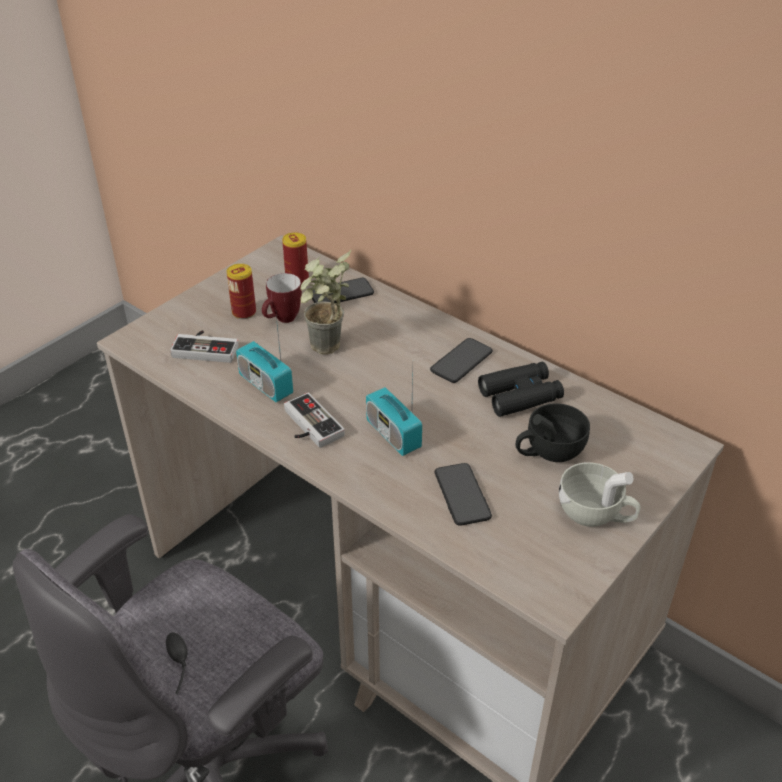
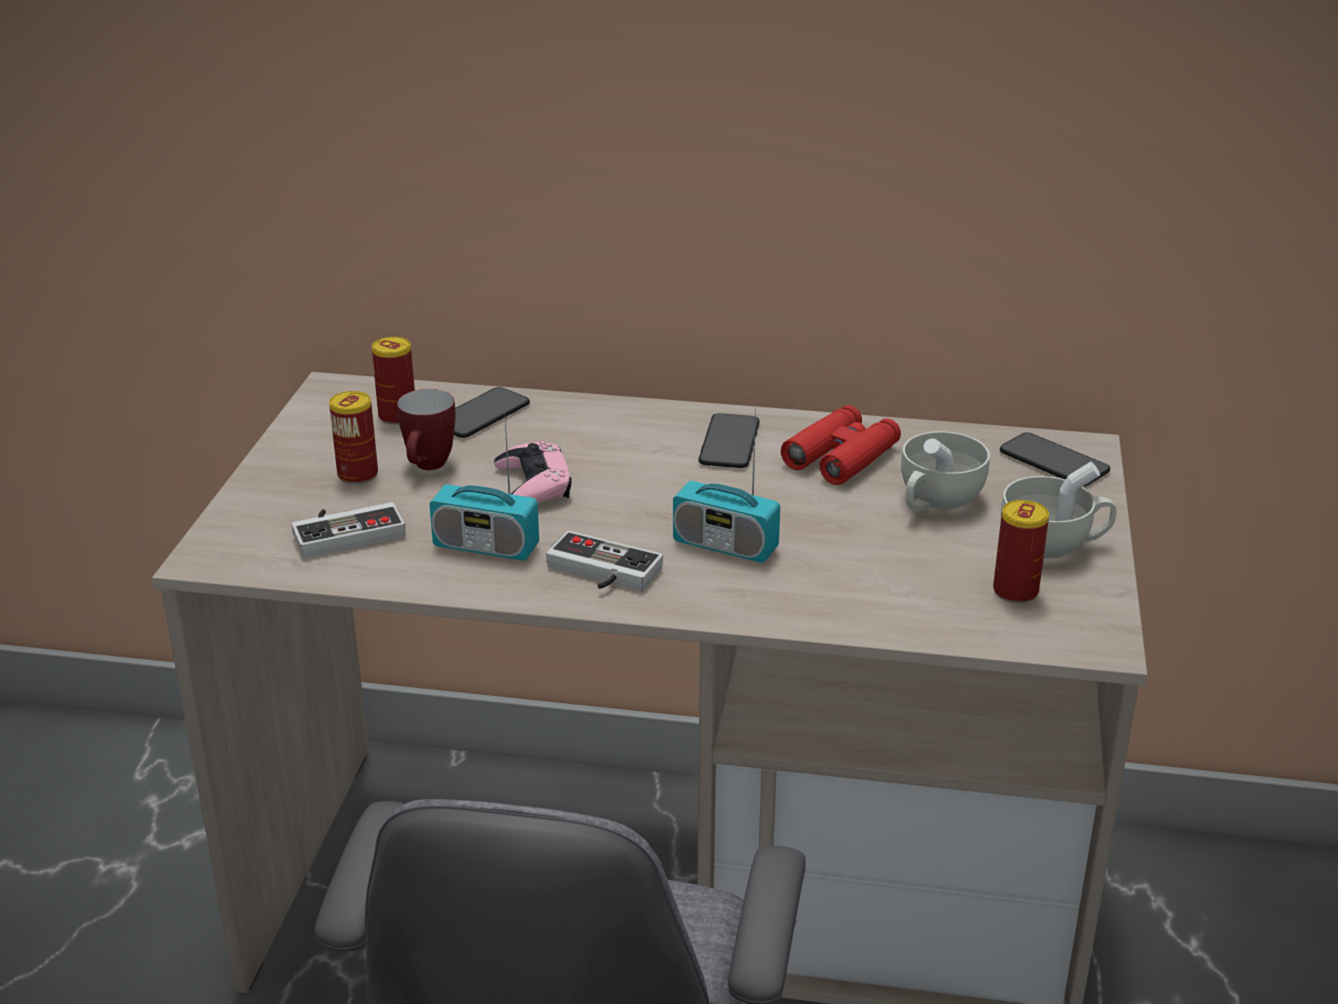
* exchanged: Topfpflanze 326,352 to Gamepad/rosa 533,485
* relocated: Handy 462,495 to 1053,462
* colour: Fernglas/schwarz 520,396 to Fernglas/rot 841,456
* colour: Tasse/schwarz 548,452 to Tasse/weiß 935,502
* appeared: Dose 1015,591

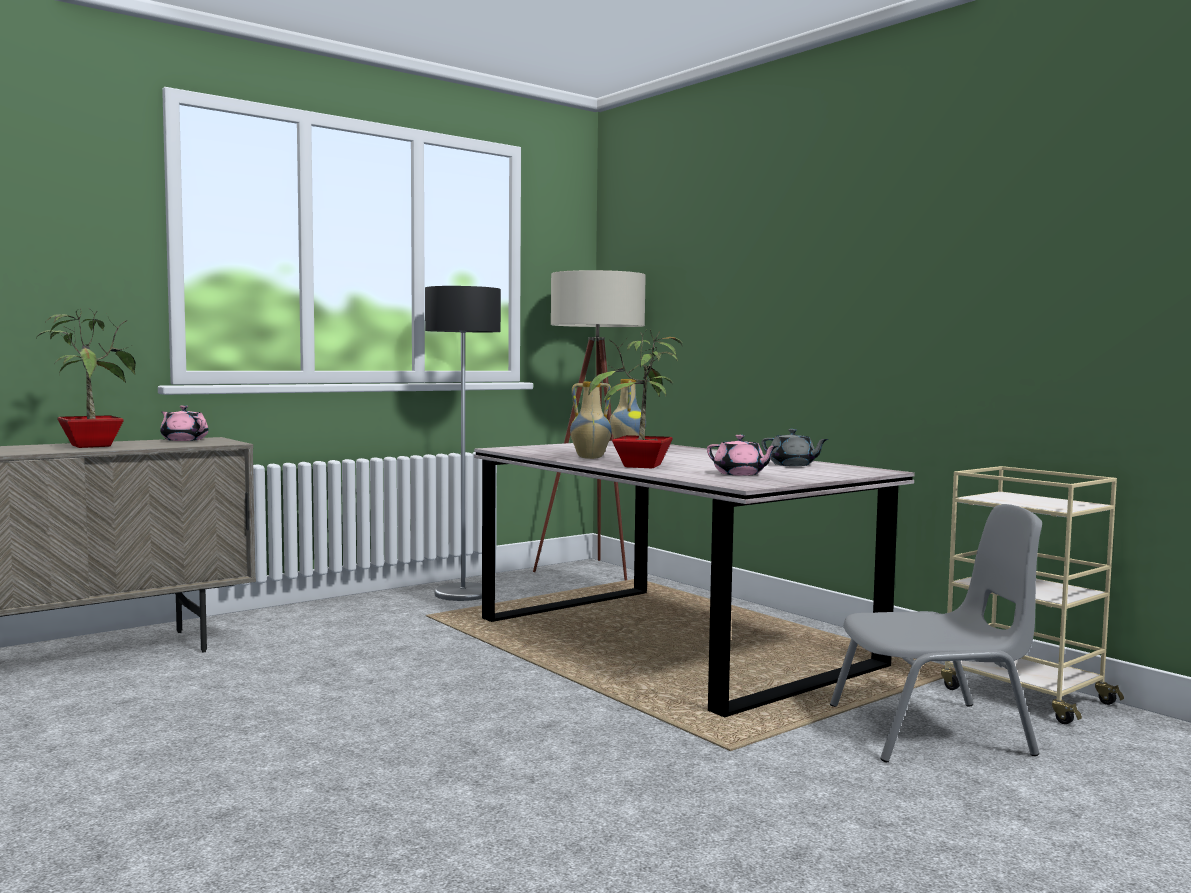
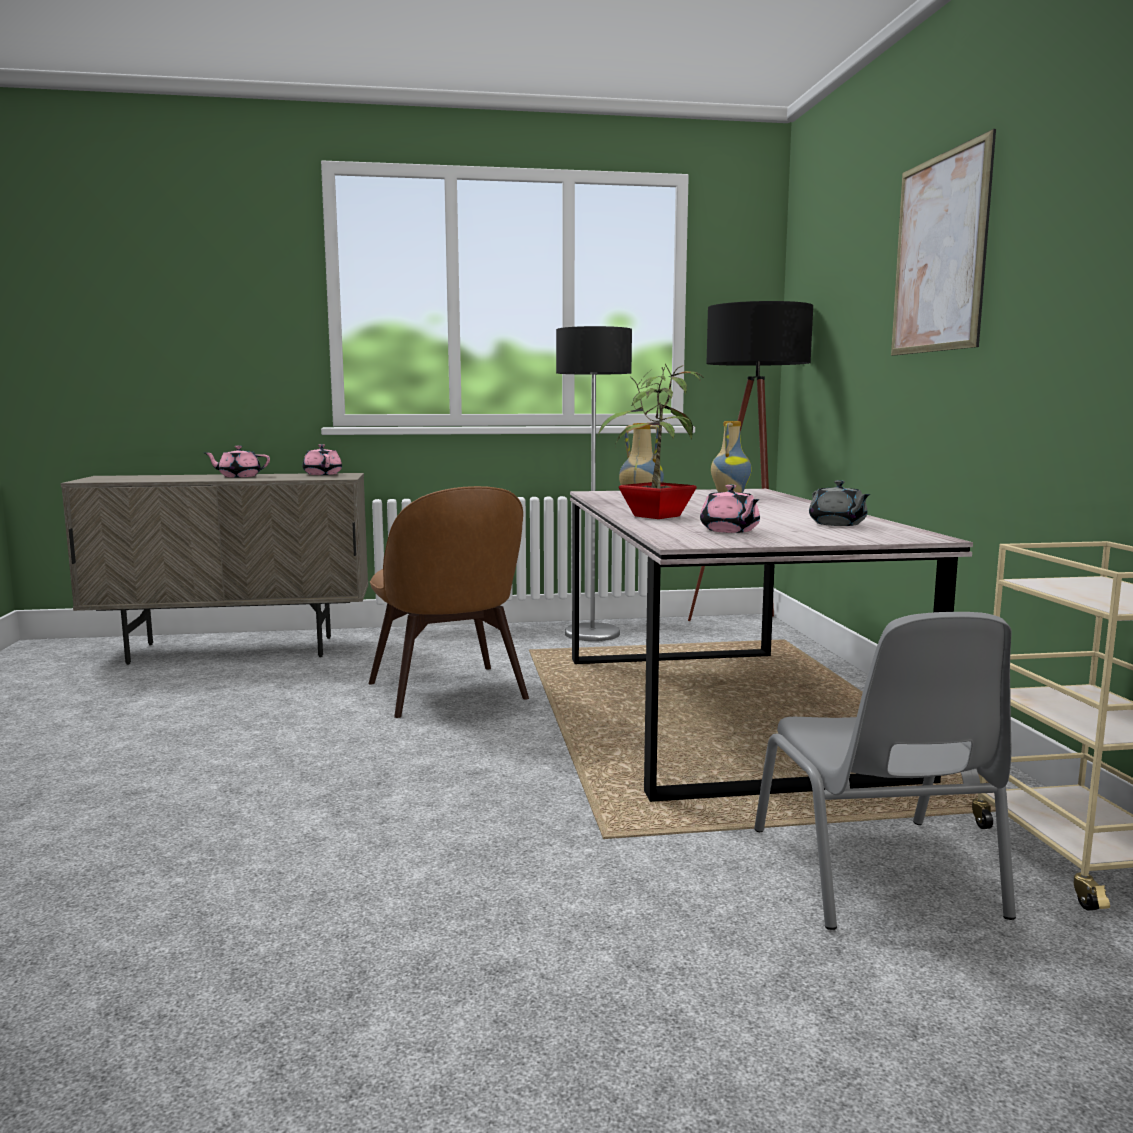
* exchanged: Topfpflanze 90,446 to Teekanne/rosa 239,476
* colour: Stehlampe/beige 593,573 to Stehlampe/schwarz 748,628
* spun: Stuhl/grau 933,731 = 876,873 60 degrees clockwise
* appeared: Stuhl/braun 448,693
* appeared: Bild 939,254

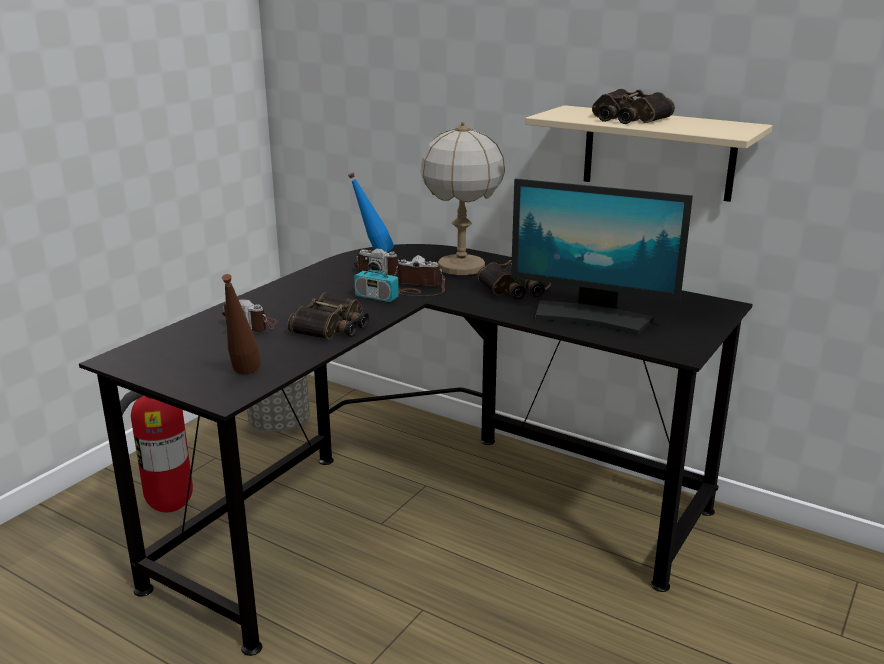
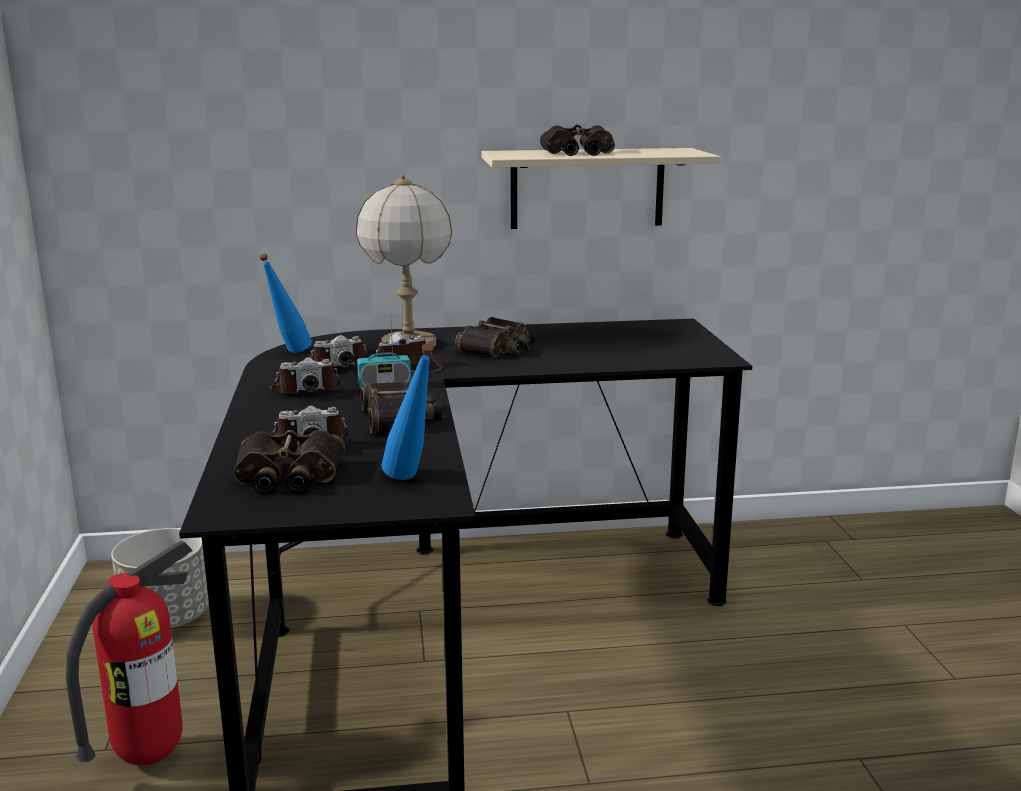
* colour: Flasche/braun 243,376 to Flasche/blau 412,480
* missing: Monitor 592,317
* appeared: Fernglas 287,476
* appeared: Kamera 305,389

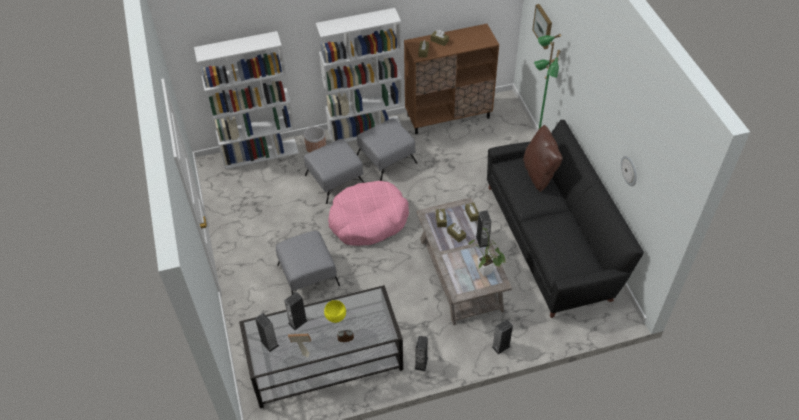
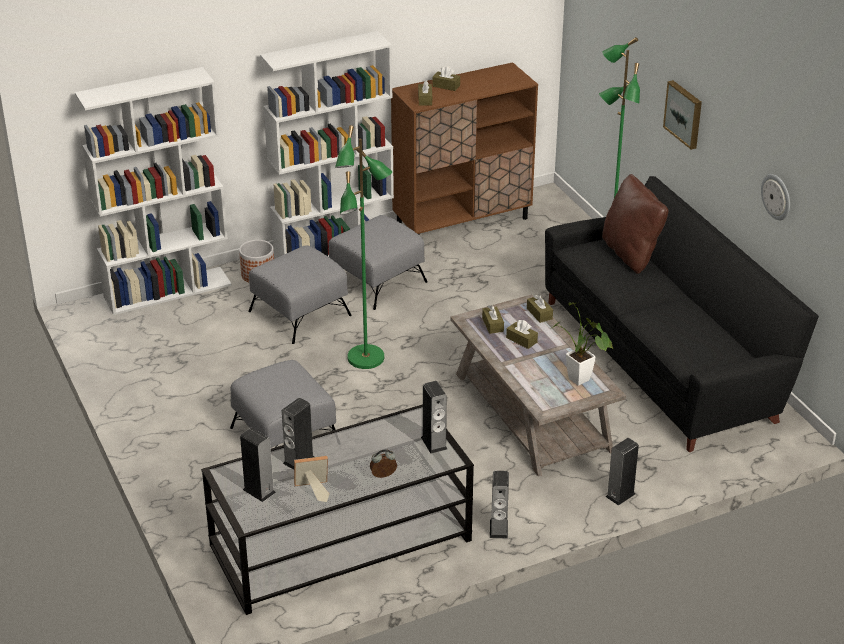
* missing: Schüssel/gelb 335,316
* exchanged: Hundebett/rosa 368,220 to Stehlampe/grün 366,358
* relocated: Lautsprecher 482,240 to 434,443
* relocated: Bild 543,26 to 684,114

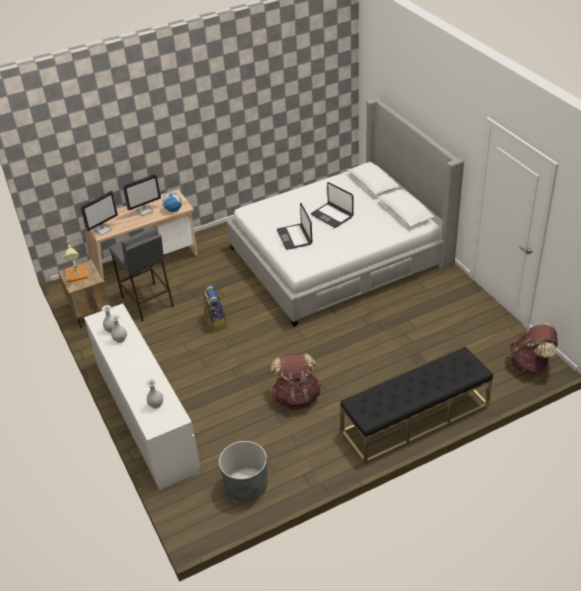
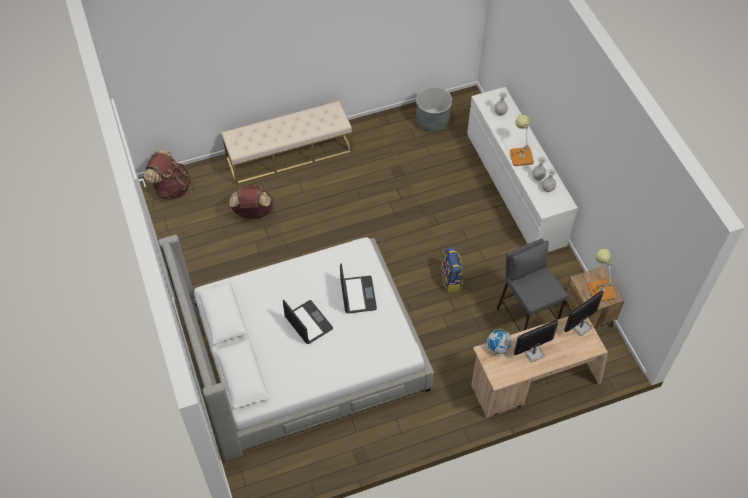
* relocated: Rucksack/braun 296,397 to 253,213
* colour: Bank/schwarz 415,418 to Bank/beige 289,154
* appeared: Tischlampe 520,154

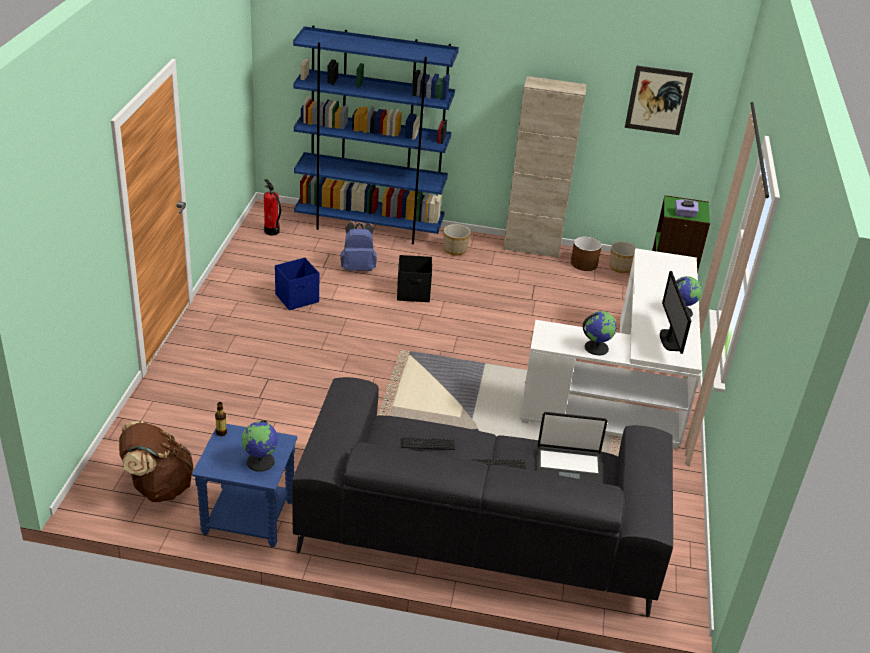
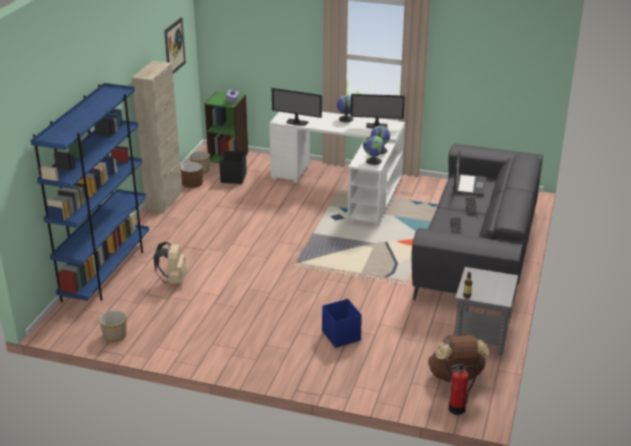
* colour: Beistelltisch/blau 247,518 to Beistelltisch/grau 482,336
* relocated: Globus 261,461 to 373,161
* relocated: Feuerlöscher 271,231 to 457,409
* relocated: Aufbewahrungsbox/blau 297,298 to 341,335
* colour: Rucksack/blau 358,268 to Rucksack/beige 173,280
* relocated: Aufbewahrungsbox/schwarz 414,293 to 234,178
* relocated: Pflanzkübel 455,249 to 114,335
* appeared: Monitor 296,123

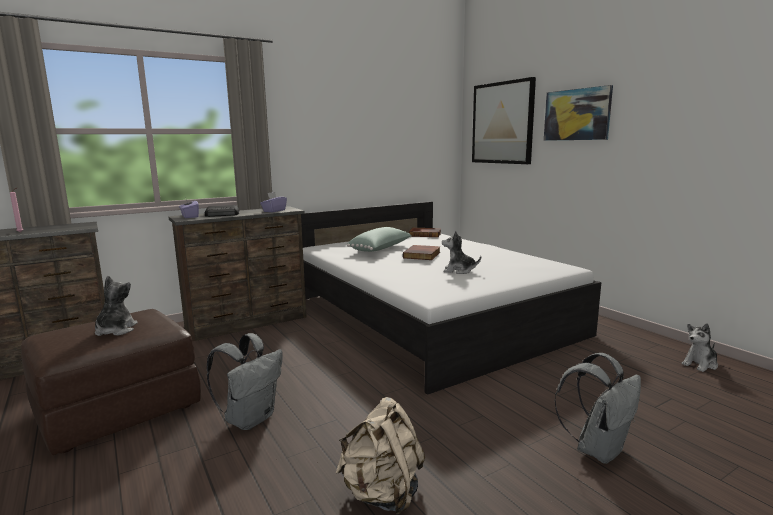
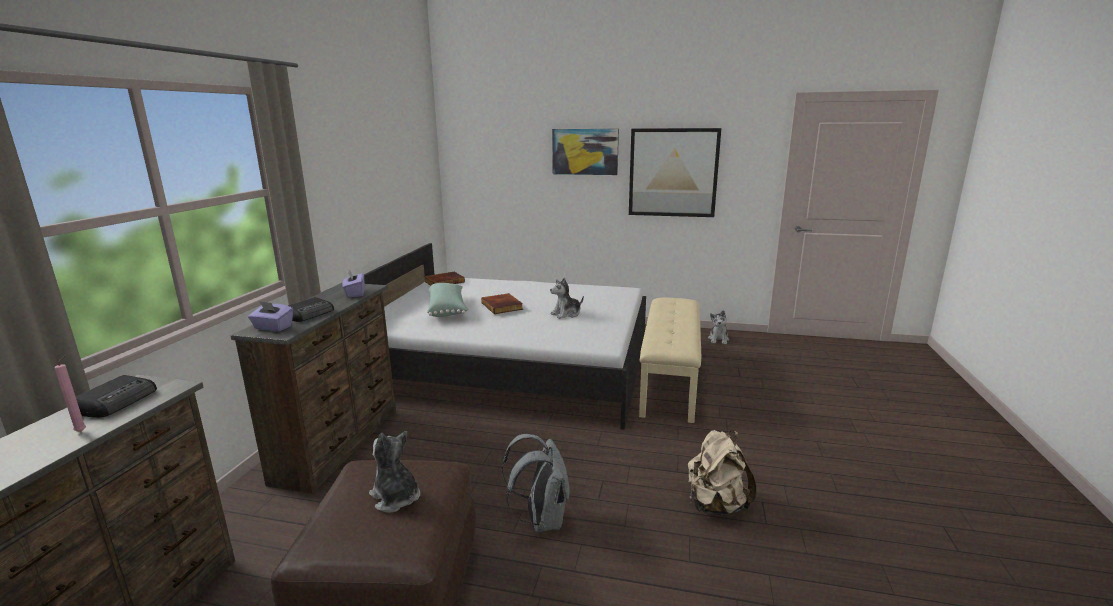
* relocated: Bild 502,123 to 673,172
* missing: Rucksack/grau 598,449
* appeared: Radio 118,401
* appeared: Bank/beige 668,380

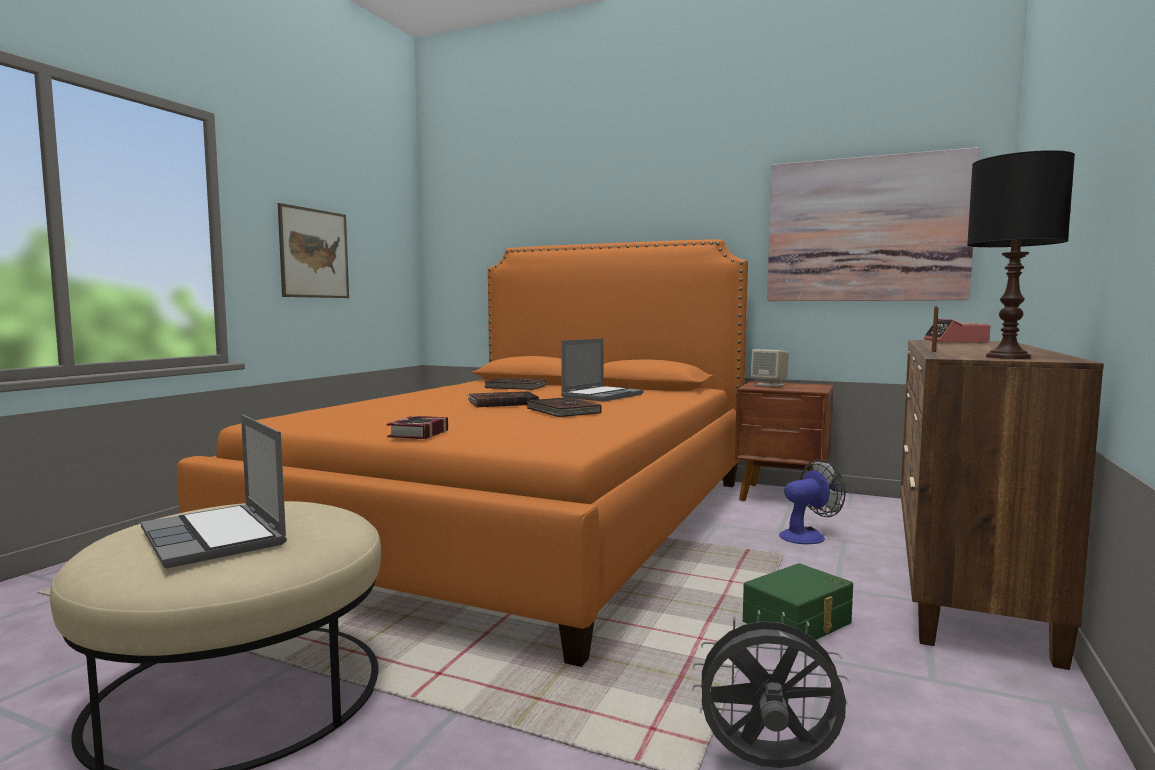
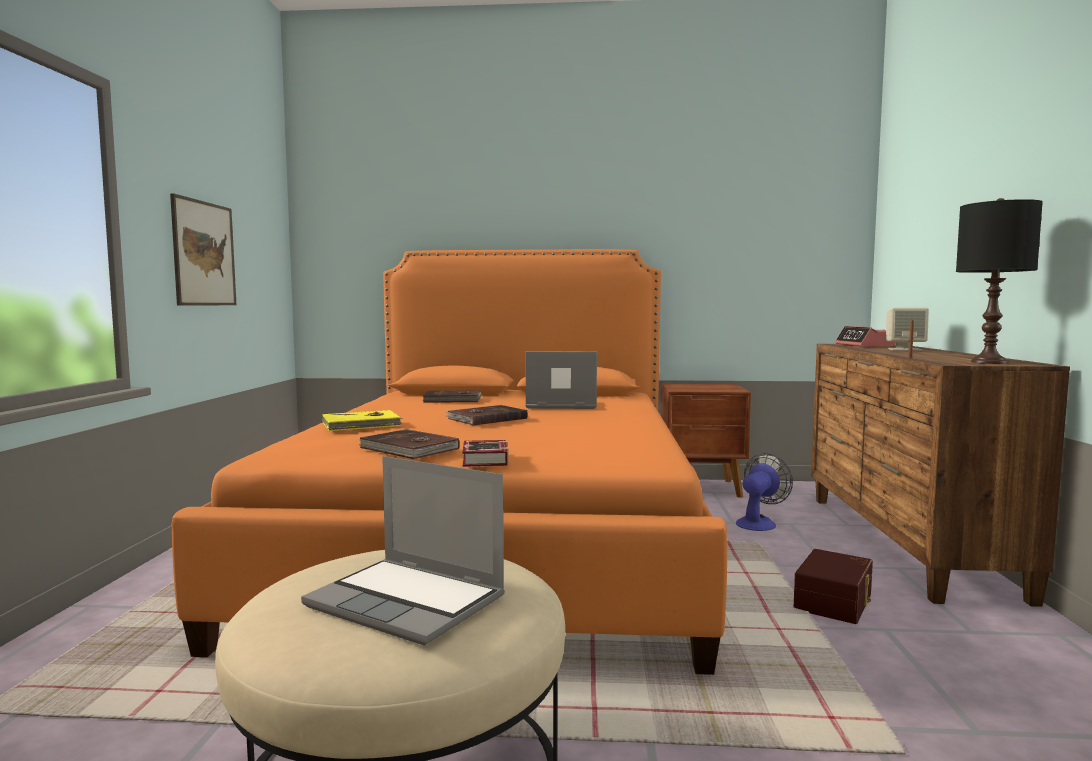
* relocated: Buch/braun 562,411 to 408,449
* spun: Laptop 602,395 = 560,405 105 degrees counterclockwise
* missing: Ventilator/grau 767,766
* colour: Aufbewahrungsbox/grün 799,623 to Aufbewahrungsbox/braun 835,602
* relocated: Lautsprecher/beige 769,385 to 905,349
* missing: Bild 866,229
* appeared: Buch/gelb 362,424

